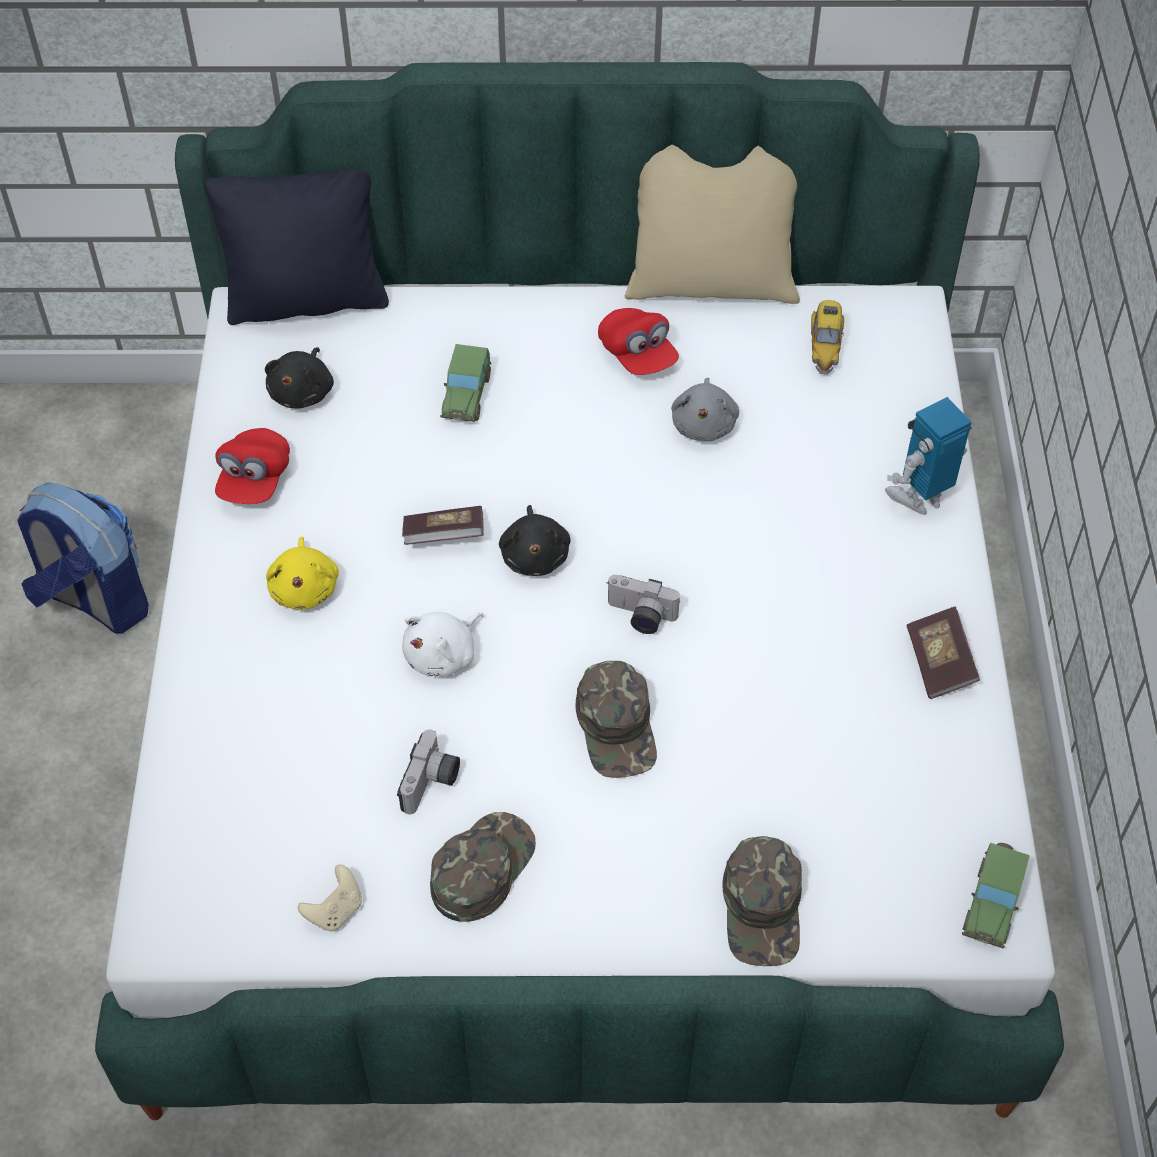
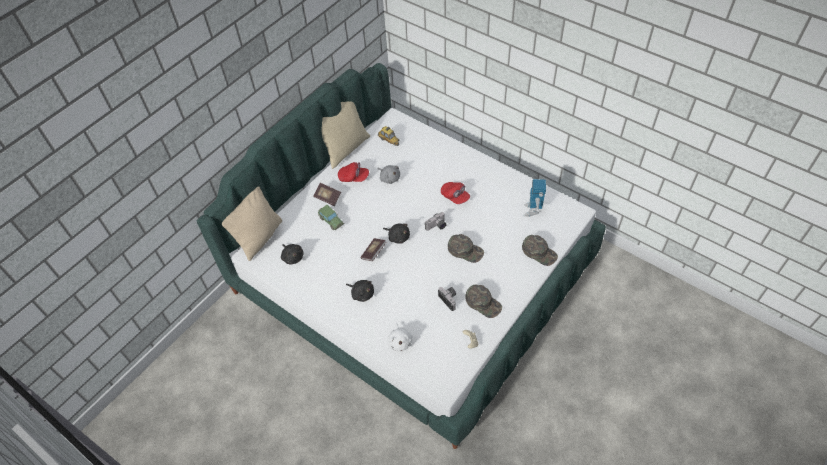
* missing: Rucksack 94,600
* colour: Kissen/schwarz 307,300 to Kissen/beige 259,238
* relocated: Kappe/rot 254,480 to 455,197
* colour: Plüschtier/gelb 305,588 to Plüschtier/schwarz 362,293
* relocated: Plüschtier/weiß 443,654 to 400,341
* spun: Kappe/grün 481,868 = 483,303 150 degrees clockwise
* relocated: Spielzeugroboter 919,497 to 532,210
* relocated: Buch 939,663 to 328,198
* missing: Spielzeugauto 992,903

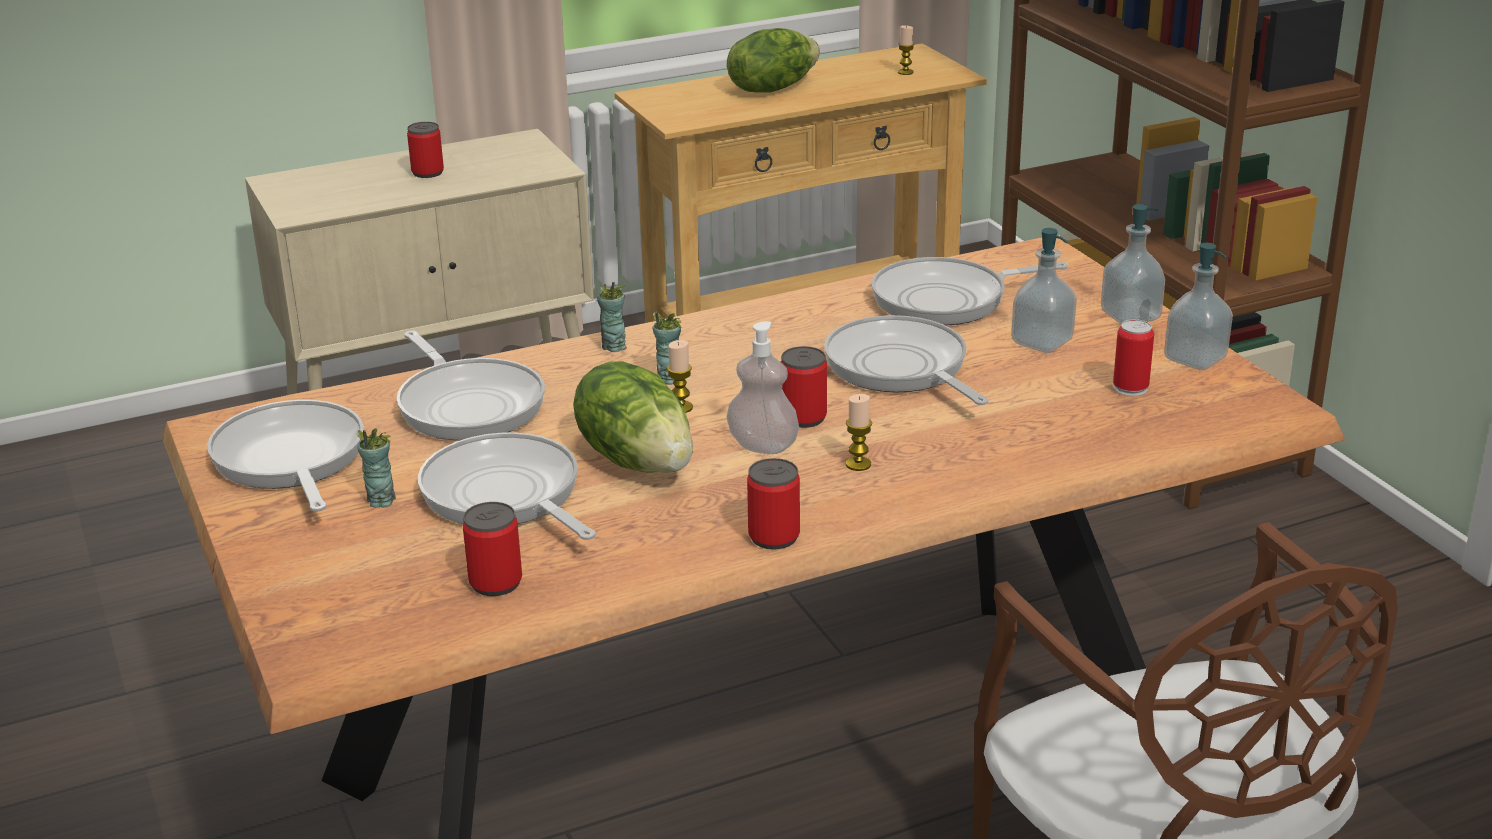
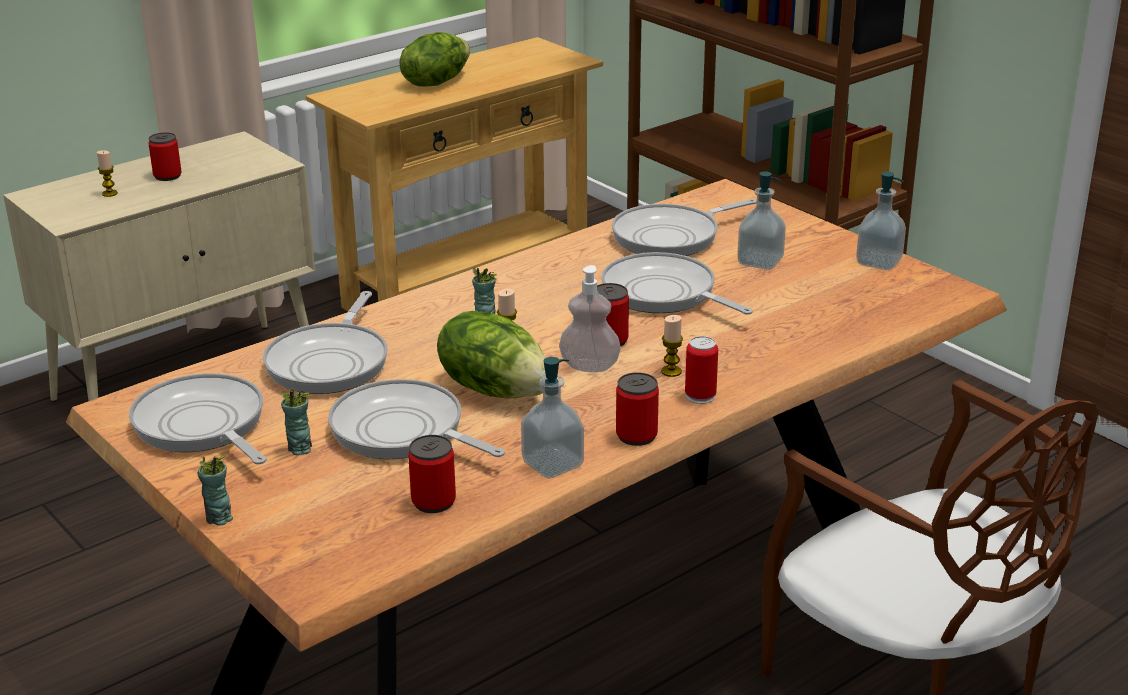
* spun: Pfanne 468,404 = 331,362 60 degrees clockwise
* relocated: Tasse 613,346 to 218,518
* relocated: Kerze 905,72 to 110,193
* relocated: Seifenspender 1130,316 to 552,464
* relocated: Dose 1130,388 to 700,396

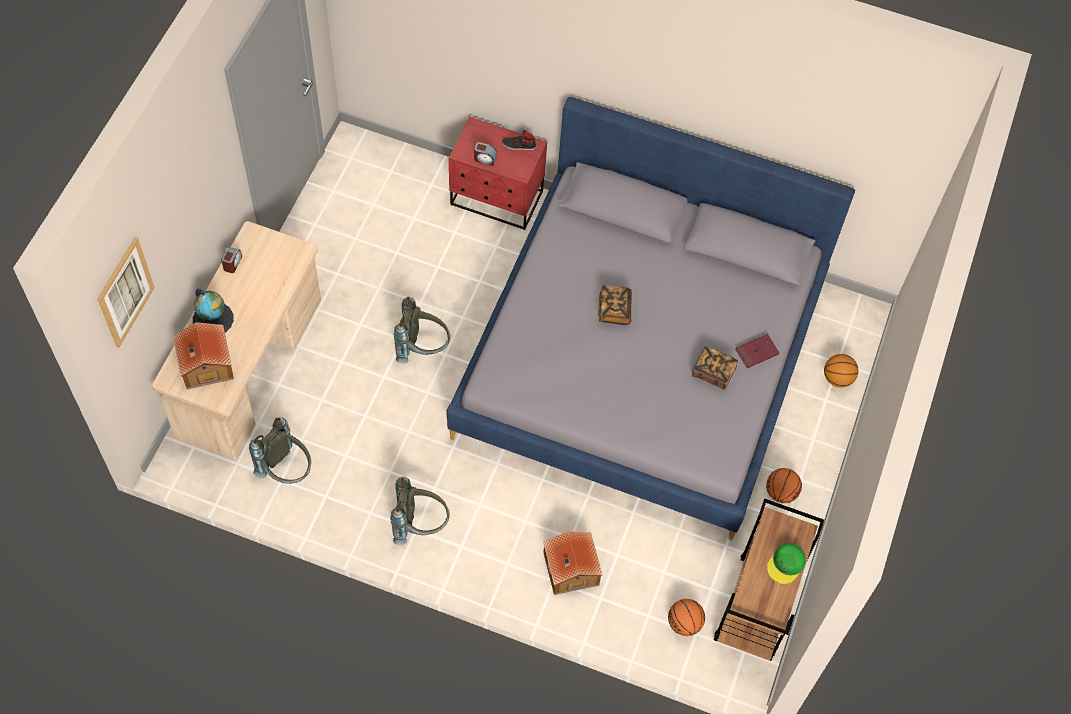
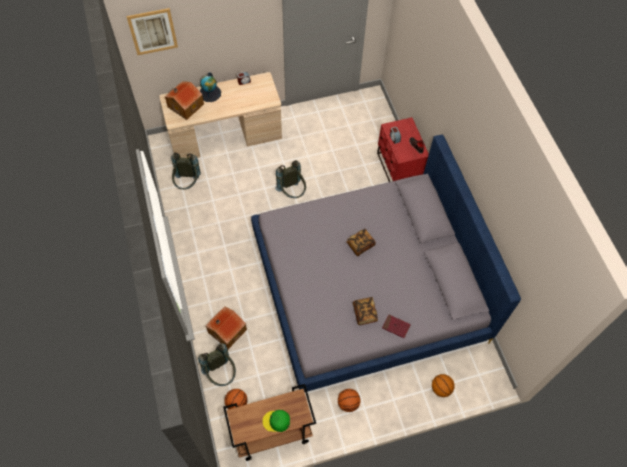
* relocated: Rucksack/grau 420,524 to 221,374

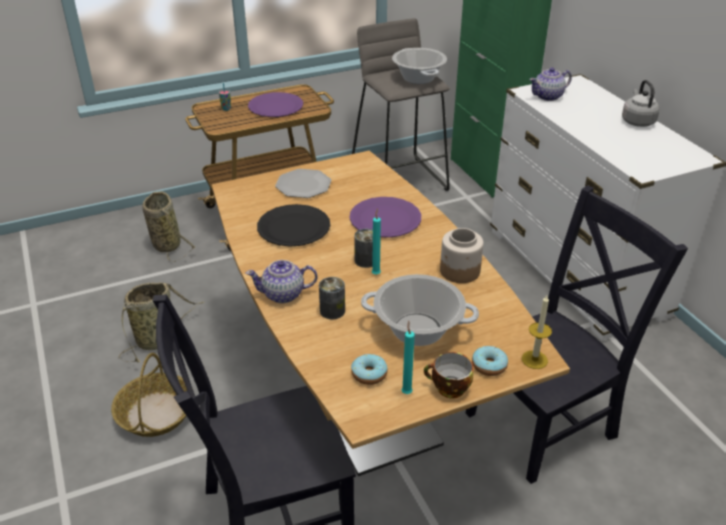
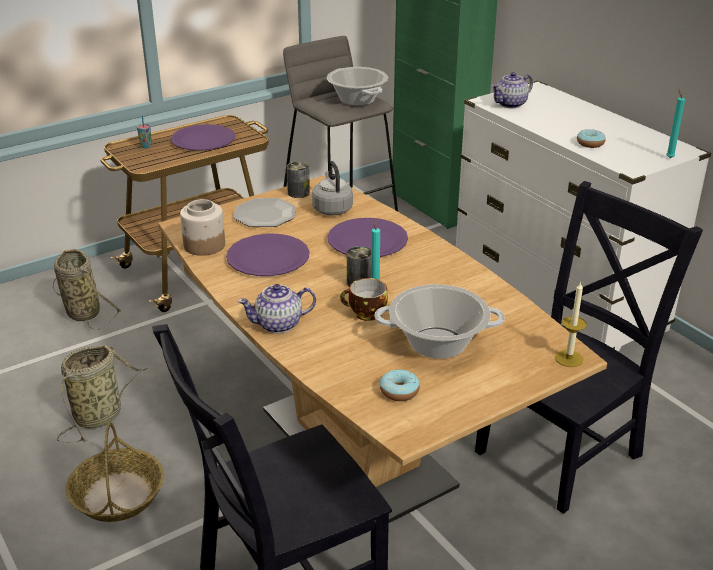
* colour: Teller/schwarz 294,227 to Teller/lila 268,257
* relocated: Dose 332,311 to 298,193
* relocated: Kerze/türkis 406,391 to 669,157
* relocated: Tasse 448,388 to 365,314
* relocated: Vorratsglas 459,271 to 204,245
* relocated: Donut 489,366 to 590,143
* relocated: Wasserkessel/grau 637,121 to 332,208

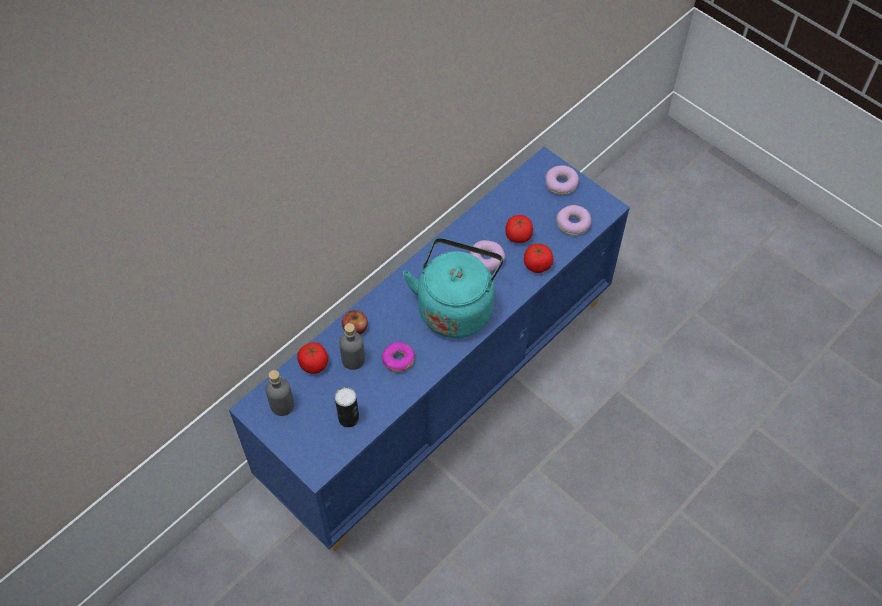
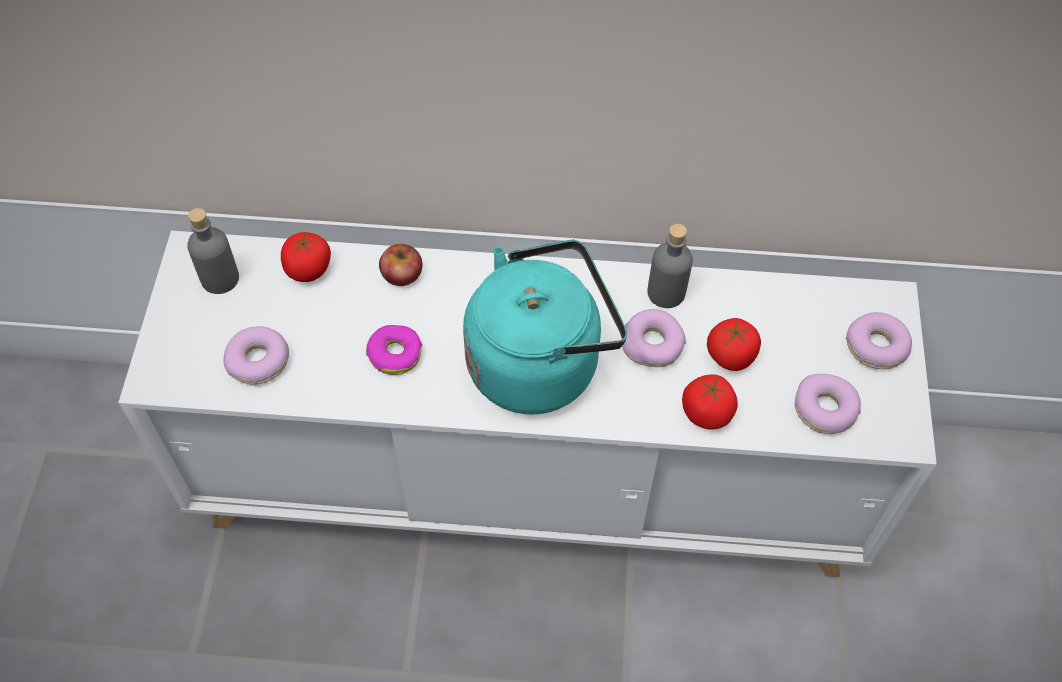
* colour: Schrank/blau 441,389 to Schrank/weiß 531,481
* exchanged: Dose 348,418 to Donut 258,361
* relocated: Flasche/grau 353,359 to 666,292

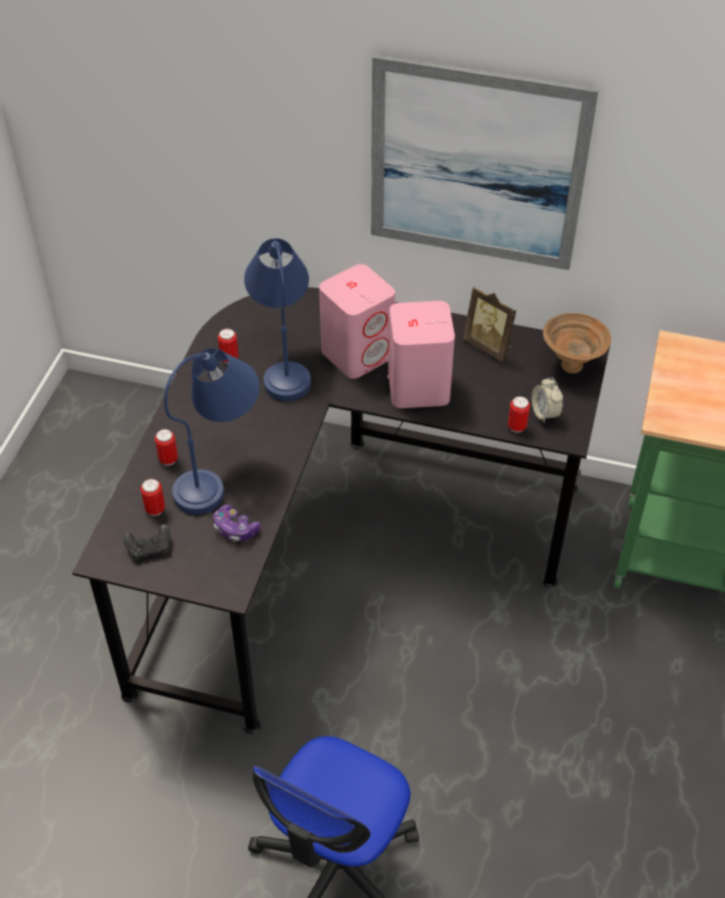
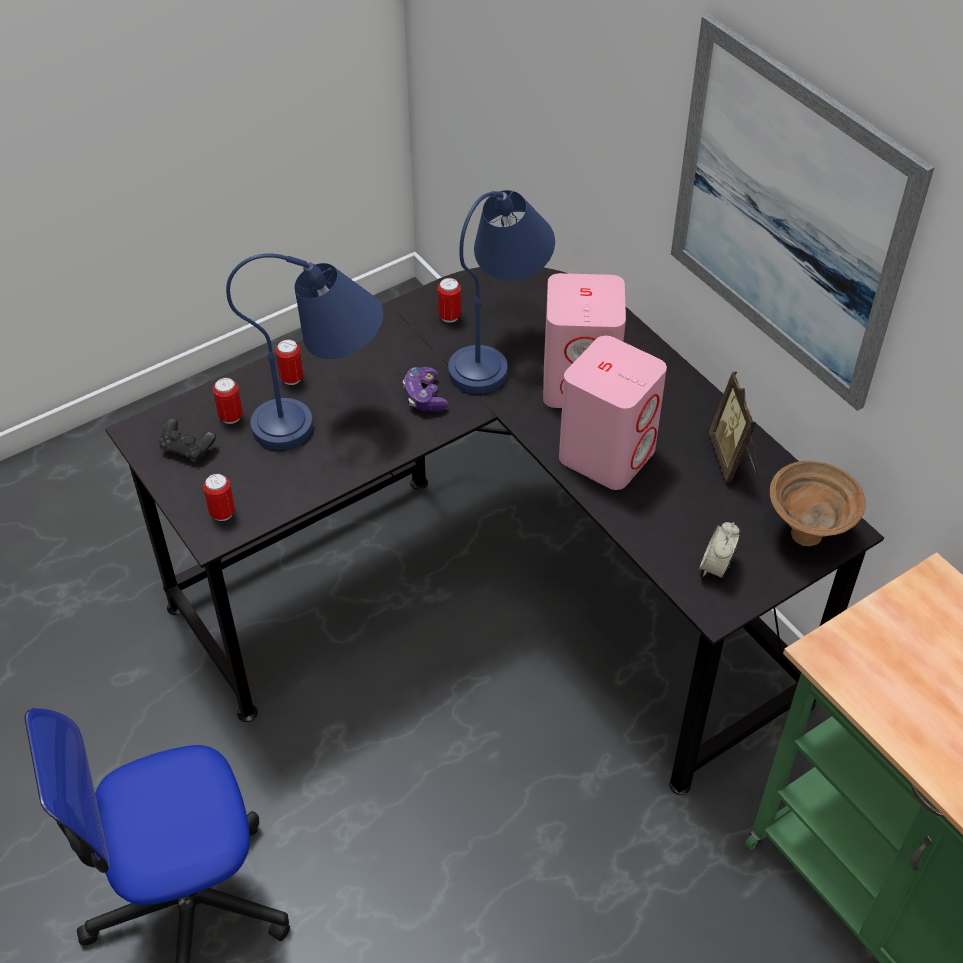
* relocated: Gamepad 235,529 to 424,397
* relocated: Dose 517,427 to 222,513

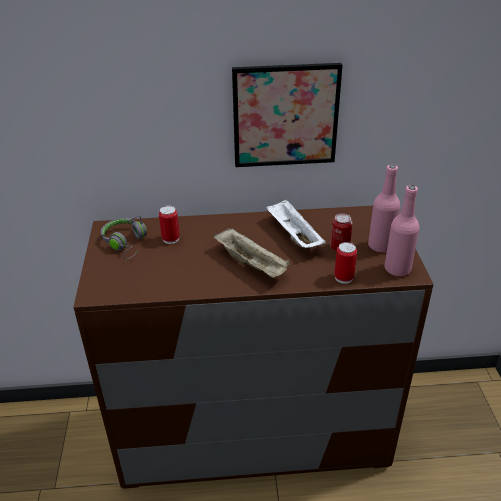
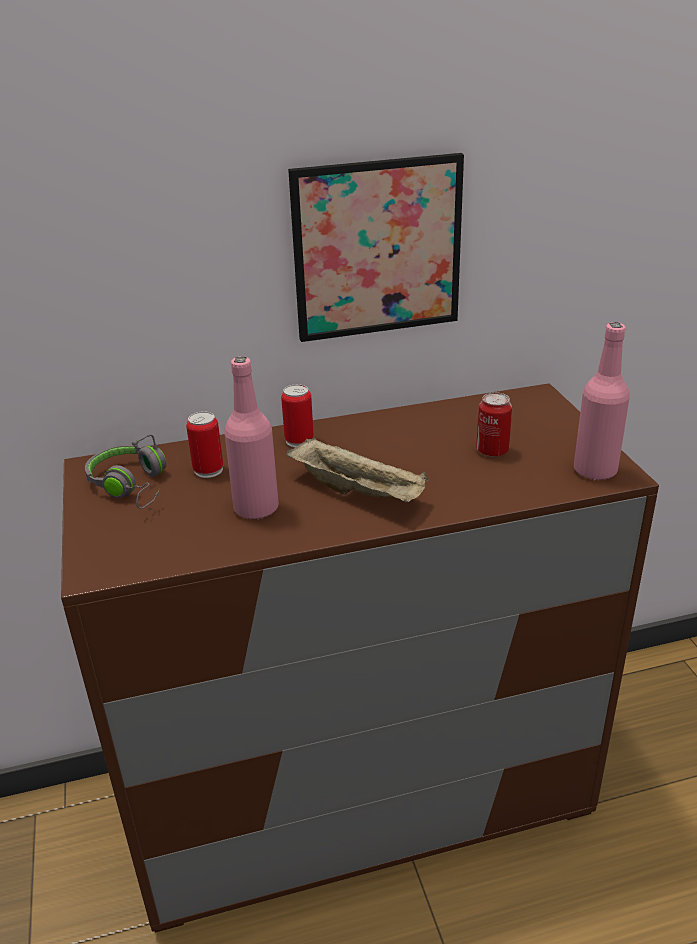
* missing: Tablett/weiß 293,235
* relocated: Dose 344,277 to 299,441
* relocated: Flasche/rosa 380,246 to 256,508

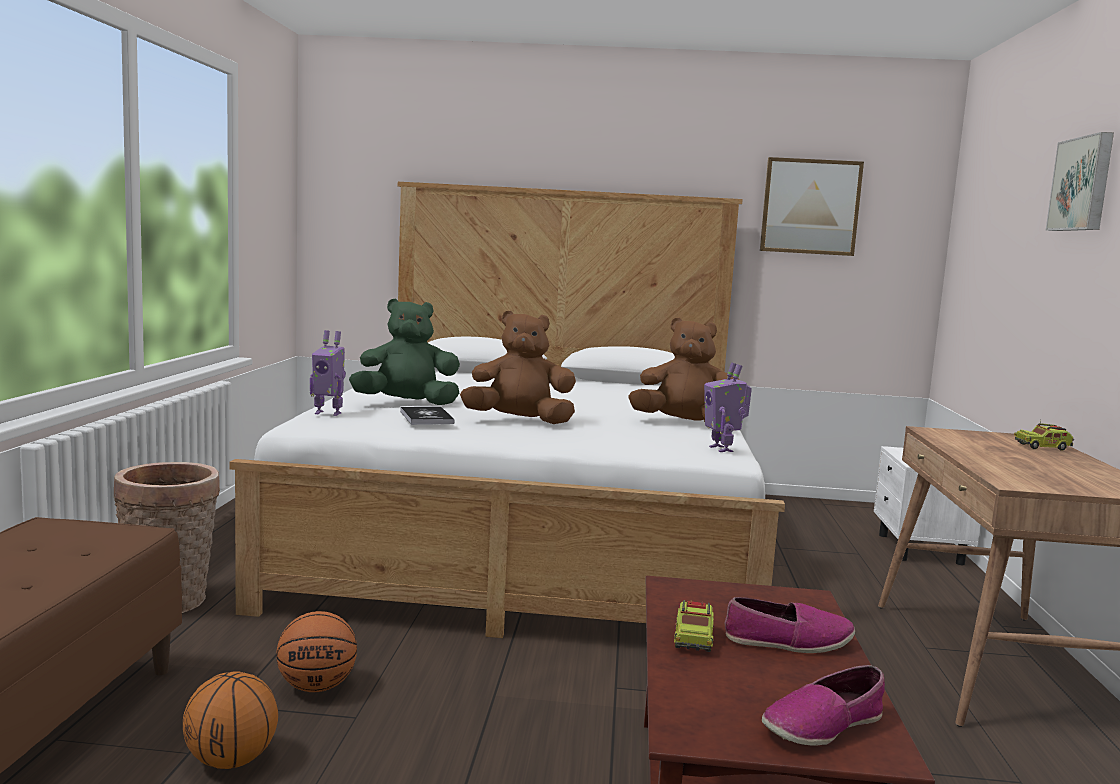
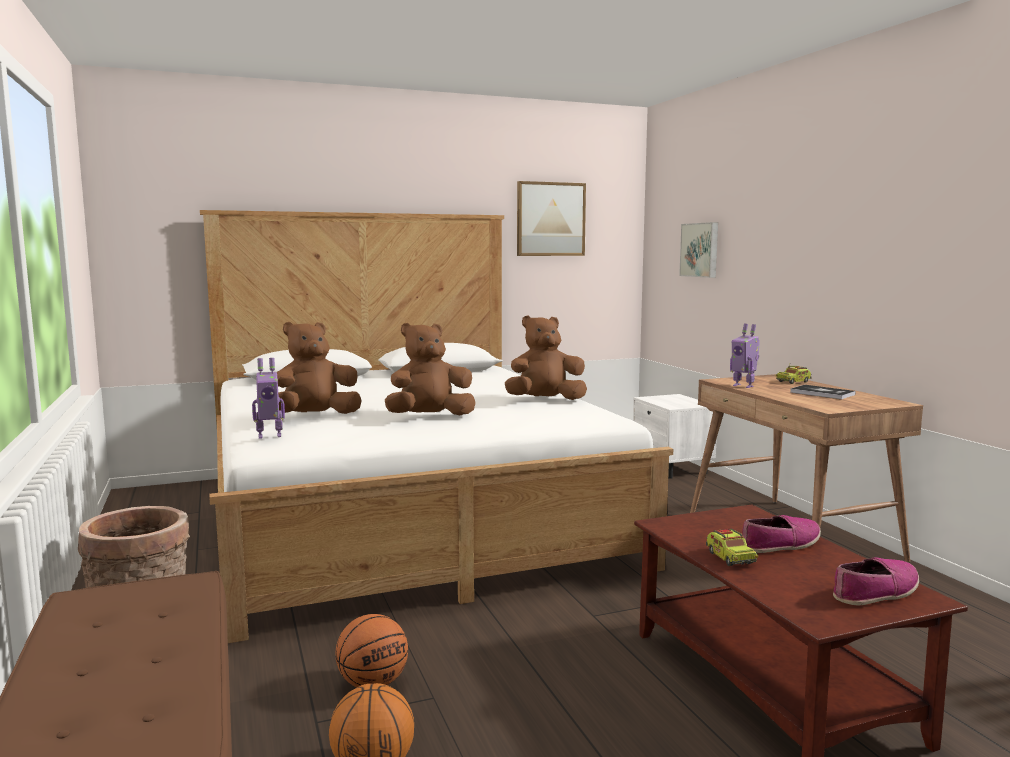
* colour: Plüschtier/grün 407,404 to Plüschtier/braun 315,416
* relocated: Buch 426,417 to 822,393
* relocated: Spielzeugroboter 722,449 to 744,386
* spun: Schuh 823,725 = 875,591 150 degrees counterclockwise
* relocated: Bild 1083,184 to 700,250

